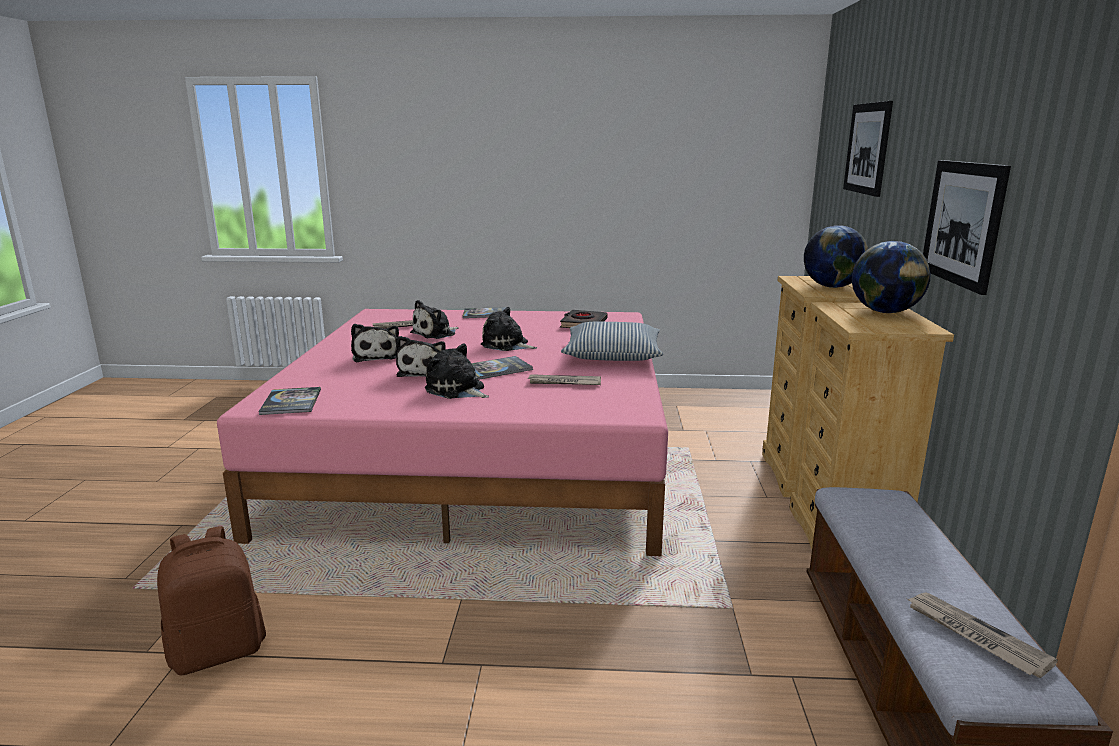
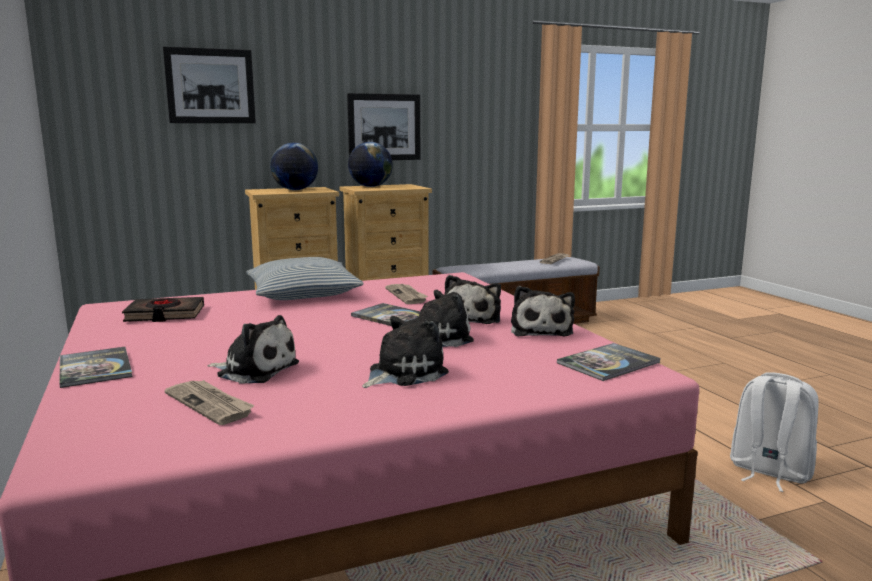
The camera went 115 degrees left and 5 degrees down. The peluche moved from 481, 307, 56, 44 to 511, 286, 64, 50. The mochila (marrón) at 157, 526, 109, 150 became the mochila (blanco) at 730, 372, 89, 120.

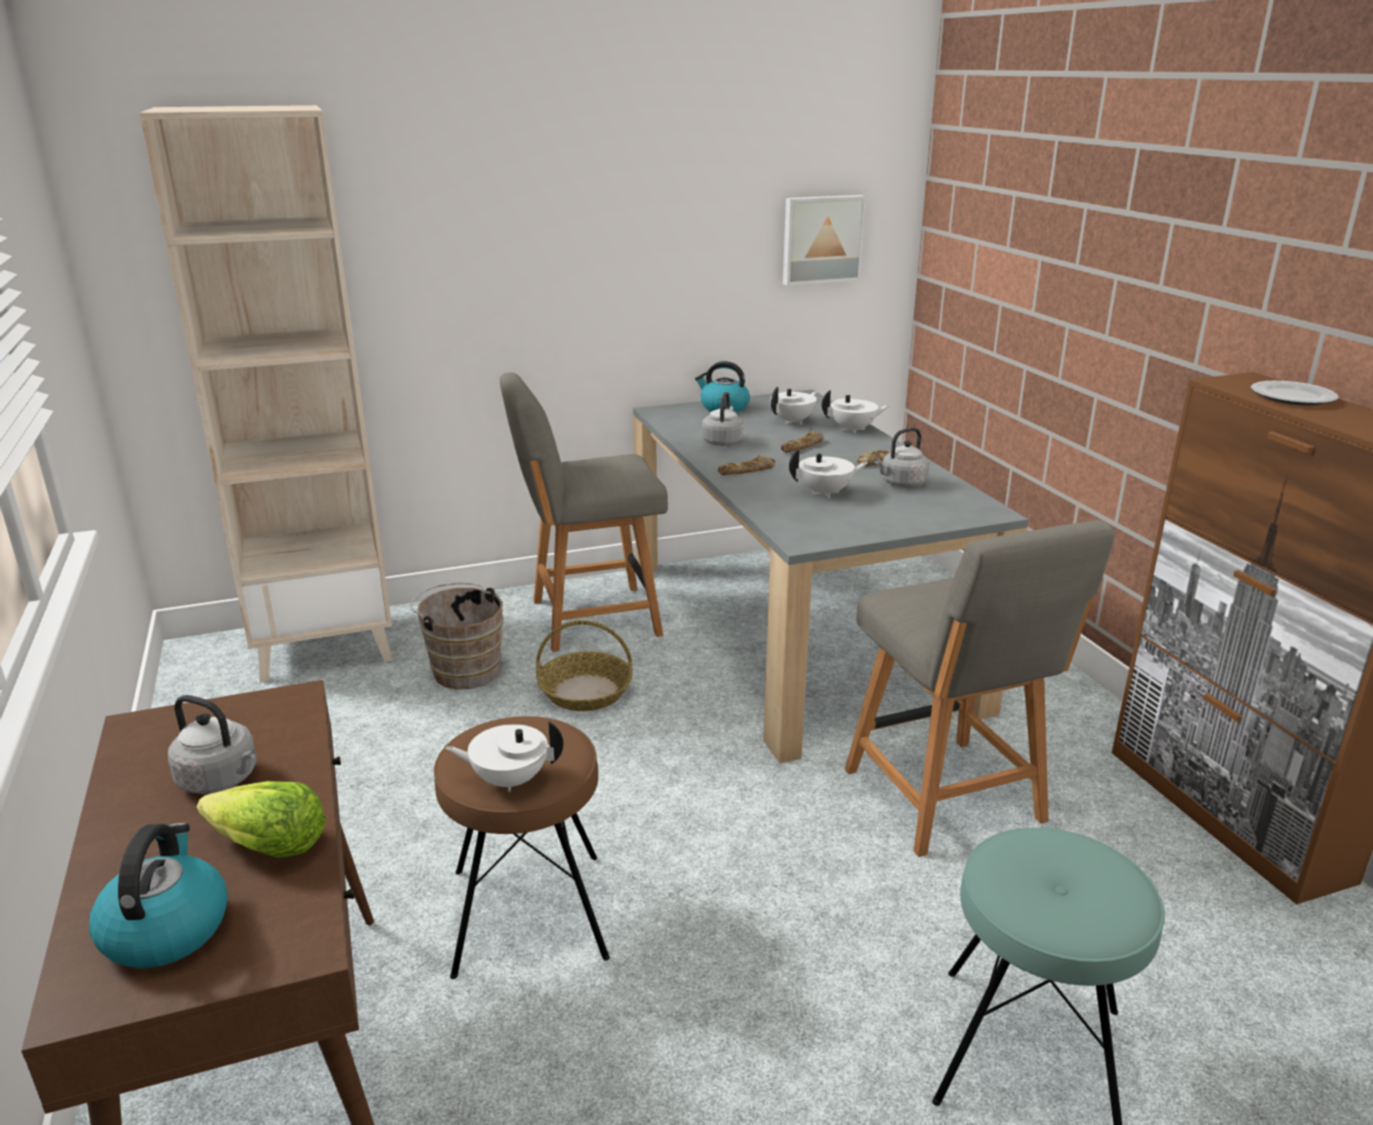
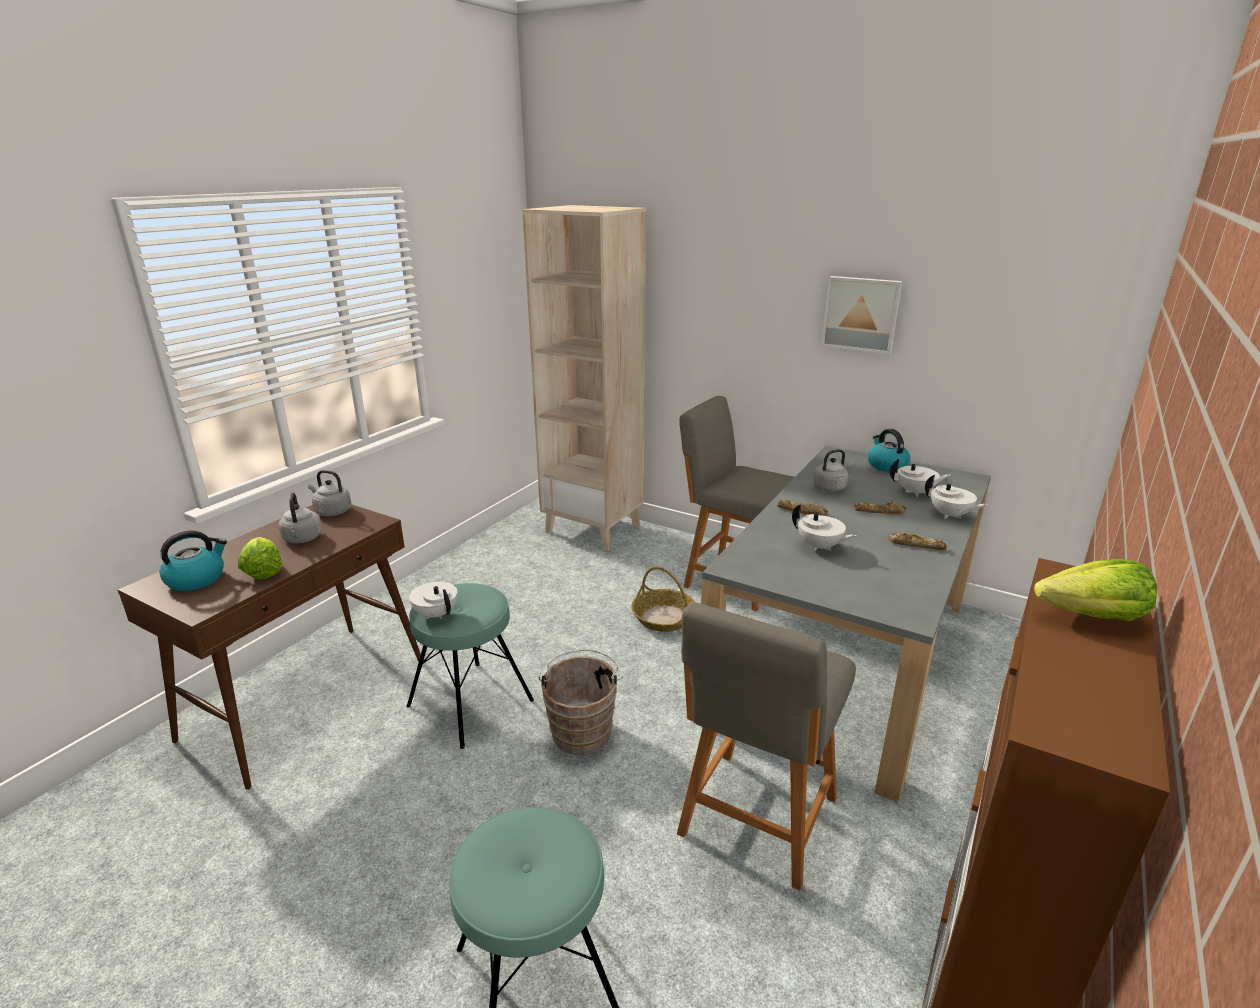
The camera went 50 degrees right and 0 degrees up. The cubo (marrón) moved from 410, 583, 94, 107 to 539, 649, 84, 106. The cuadro moved from 783, 195, 84, 91 to 821, 276, 82, 78. The hervidor (gris) moved from 874, 427, 55, 60 to 308, 470, 43, 46. The plato at 1251, 381, 88, 25 was replaced by the lechuga at 1034, 559, 123, 62. The taburete (marrón) at 434, 716, 176, 263 became the taburete (turquesa) at 406, 583, 128, 166.

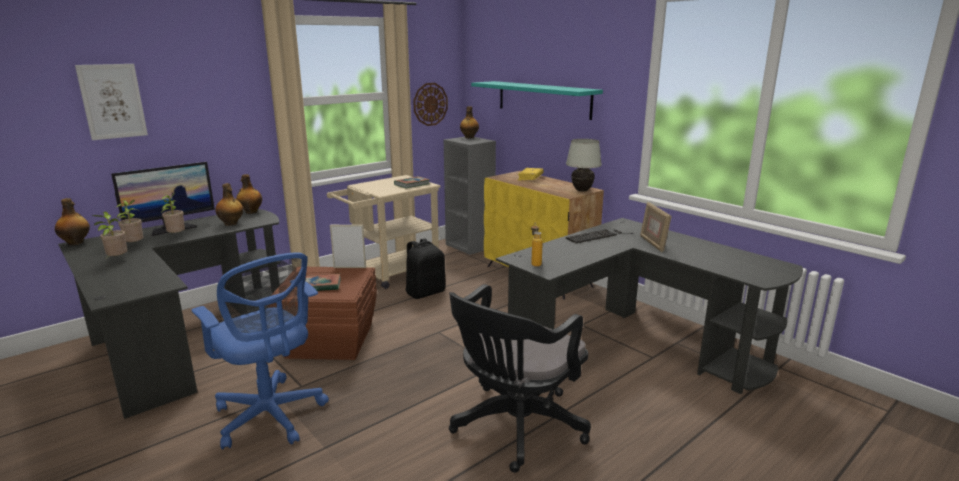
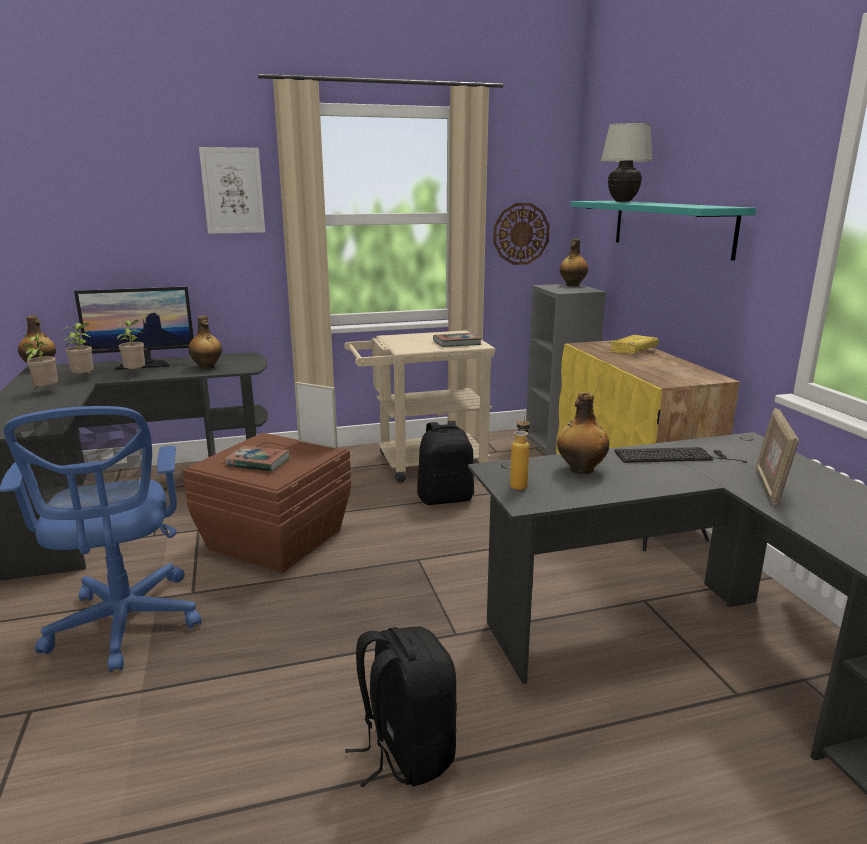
The camera went 25 degrees right and 0 degrees up. The cuadro moved from 75, 64, 73, 76 to 199, 147, 66, 87. The botella moved from 236, 174, 26, 40 to 557, 392, 52, 82. The lámpara de mesa (blanco) moved from 566, 139, 36, 53 to 601, 123, 52, 79. The silla de oficina (negro) at 449, 284, 142, 189 was replaced by the mochila (negro) at 345, 627, 112, 160.

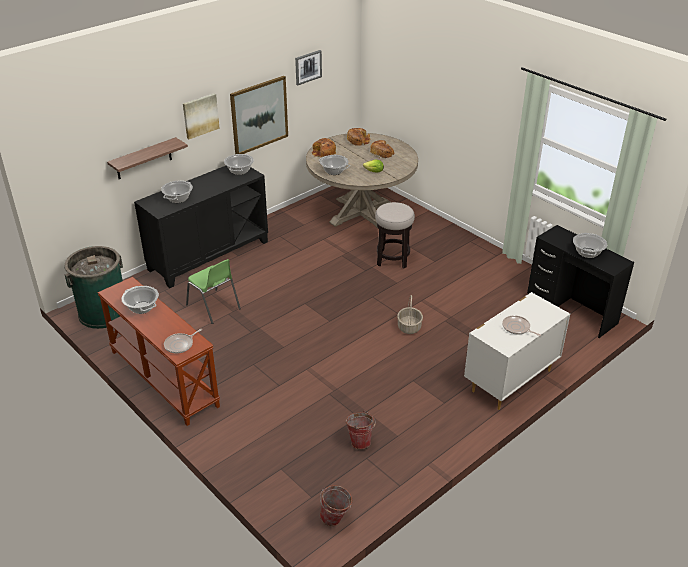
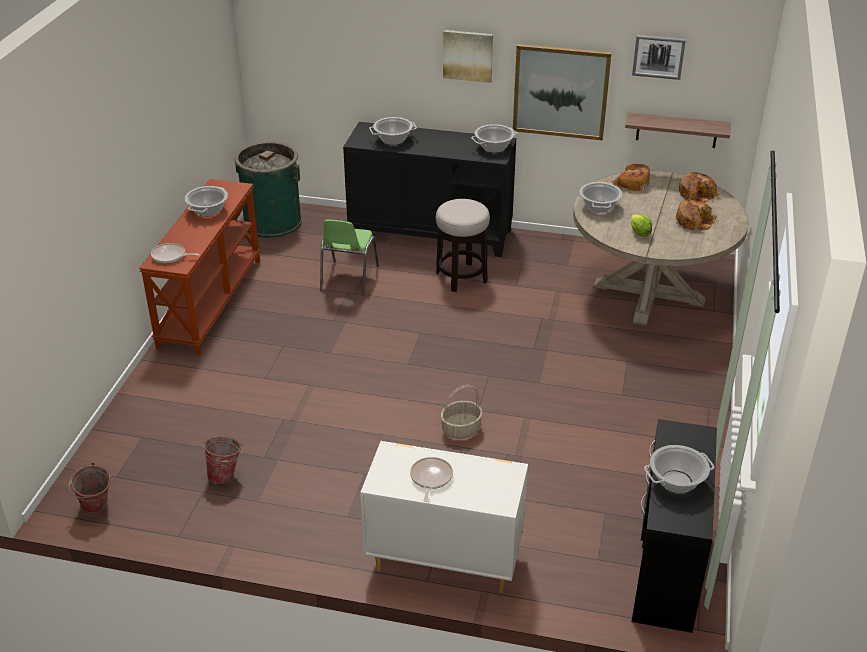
The camera went 55 degrees right and 0 degrees up. The estante moved from 107, 137, 81, 42 to 625, 112, 106, 36. The taburete moved from 375, 202, 40, 67 to 436, 199, 54, 93.

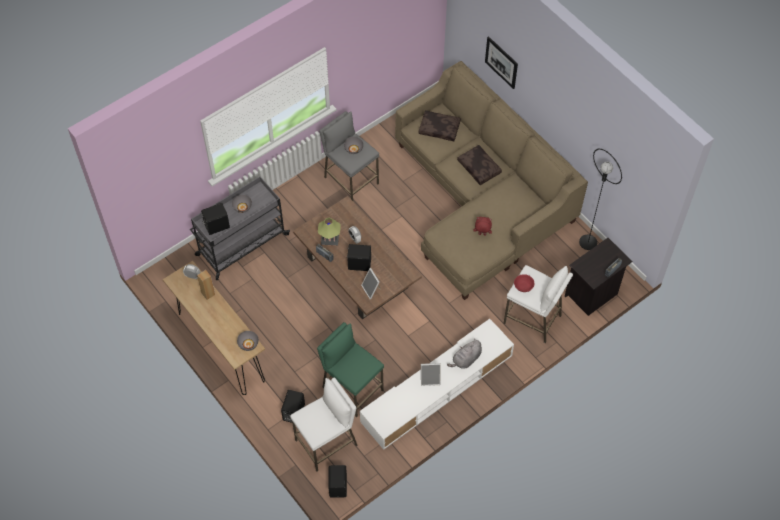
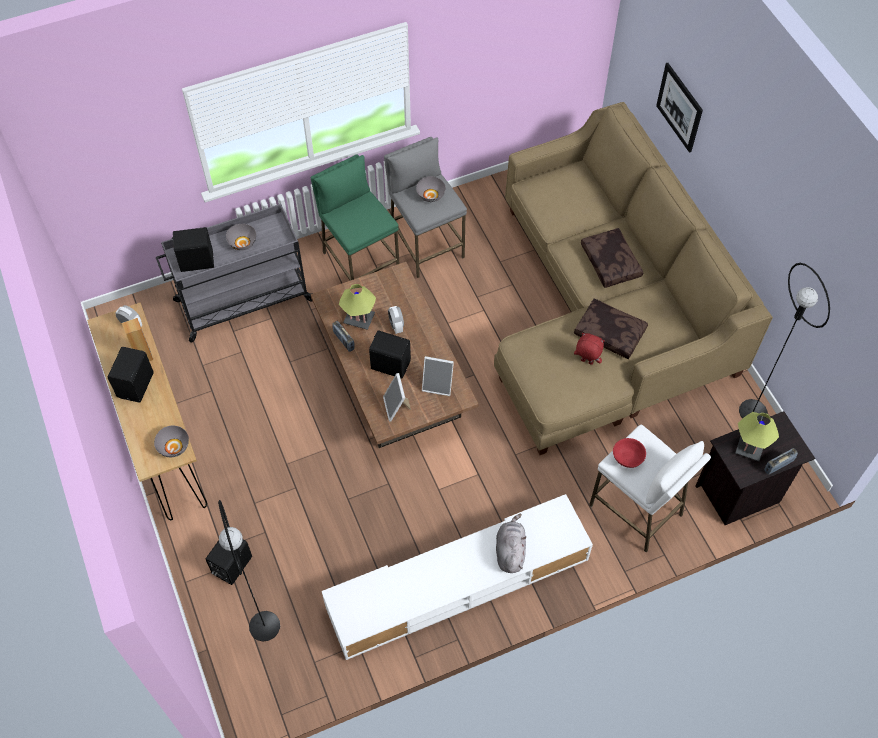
The camera went 15 degrees right and 0 degrees up. The lámpara de mesa at 736, 412, 43, 49 appeared. The taburete (verde) moved from 317, 322, 67, 95 to 311, 155, 88, 126. The altavoz (negro) moved from 329, 465, 18, 33 to 108, 347, 46, 55. The cojín (marrón) moved from 418, 110, 43, 31 to 574, 299, 74, 60. The portarretratos moved from 421, 363, 20, 23 to 422, 356, 32, 40. The taburete (blanco) at 290, 377, 67, 95 was replaced by the lámpara de pie (negro) at 218, 500, 62, 142. The peluche (gris) at 447, 339, 35, 30 turned 120 degrees clockwise.

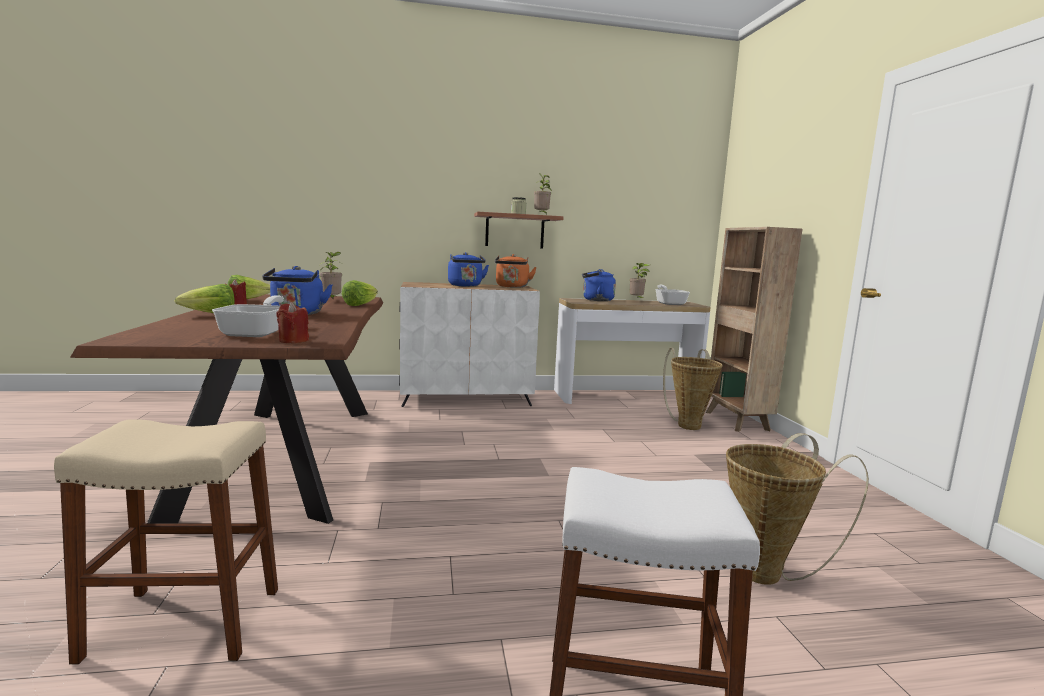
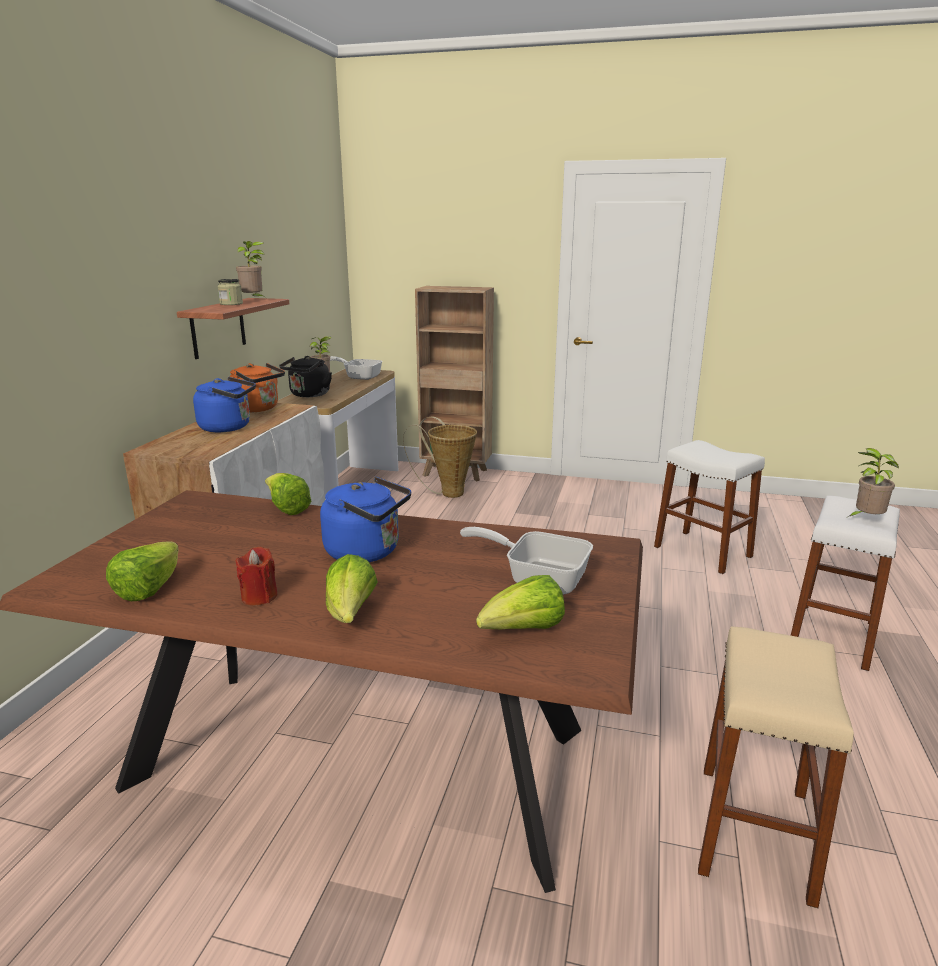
The camera went 65 degrees left and 10 degrees up. The vela (rojo) at 276, 302, 33, 41 disappeared. The lechuga at 476, 575, 89, 54 appeared. The planta en maceta moved from 319, 252, 23, 47 to 848, 448, 51, 69. The cesta at 726, 433, 143, 152 was replaced by the taburete (blanco) at 654, 440, 111, 134. The hervidor (azul) at 582, 269, 34, 32 became the hervidor (negro) at 279, 356, 53, 41.

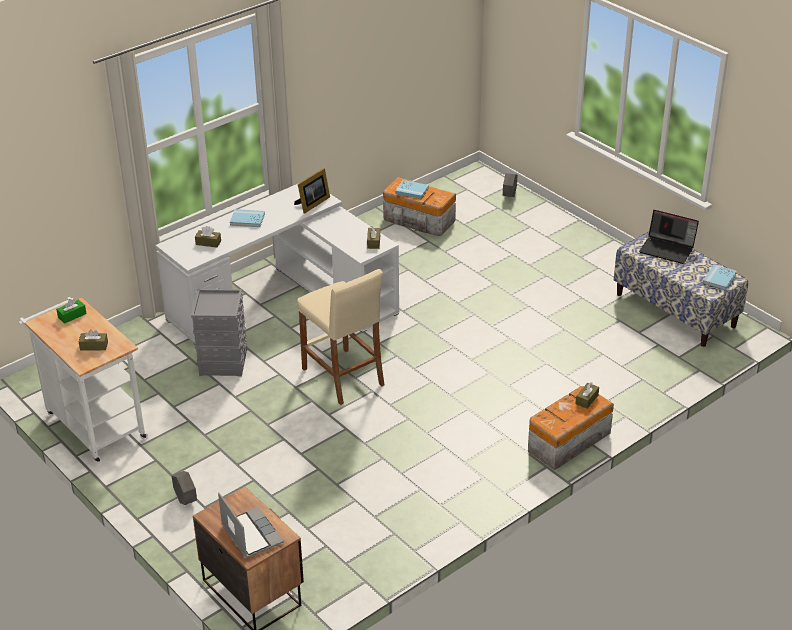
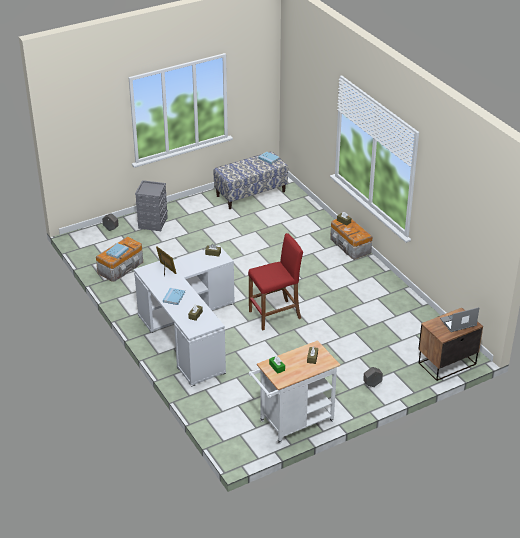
The camera went 80 degrees left and 0 degrees up. The portátil at 639, 210, 60, 54 disappeared. The caja de almacenaje (gris) moved from 191, 289, 56, 88 to 135, 180, 33, 51. The taburete (beis) at 297, 269, 88, 136 became the taburete (rojo) at 248, 233, 55, 98.

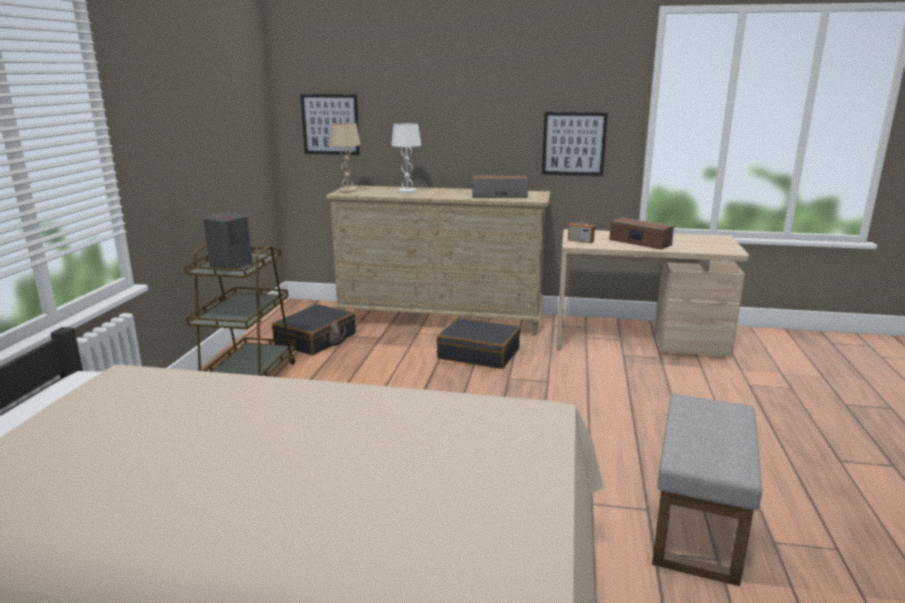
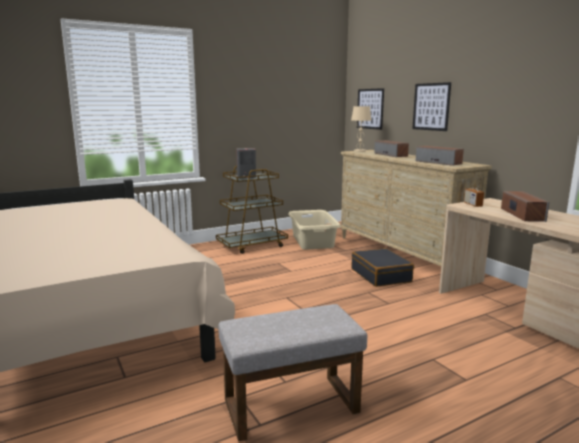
The camera went 50 degrees right and 5 degrees down. The cuadro moved from 542, 112, 66, 64 to 412, 82, 39, 49. The maleta (negro) at 272, 304, 84, 51 was replaced by the cesto de la ropa (beis) at 288, 210, 53, 40. The lámpara de mesa (blanco) at 391, 123, 30, 70 was replaced by the altavoz at 374, 140, 35, 17.

